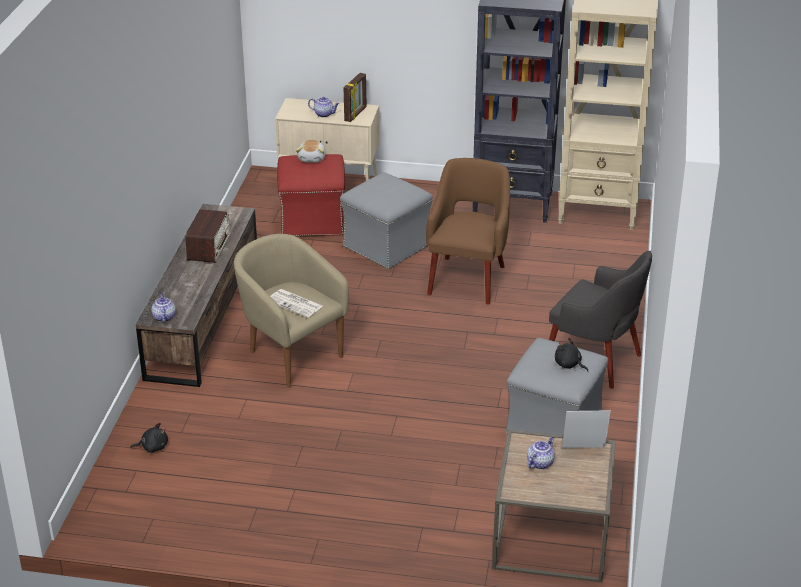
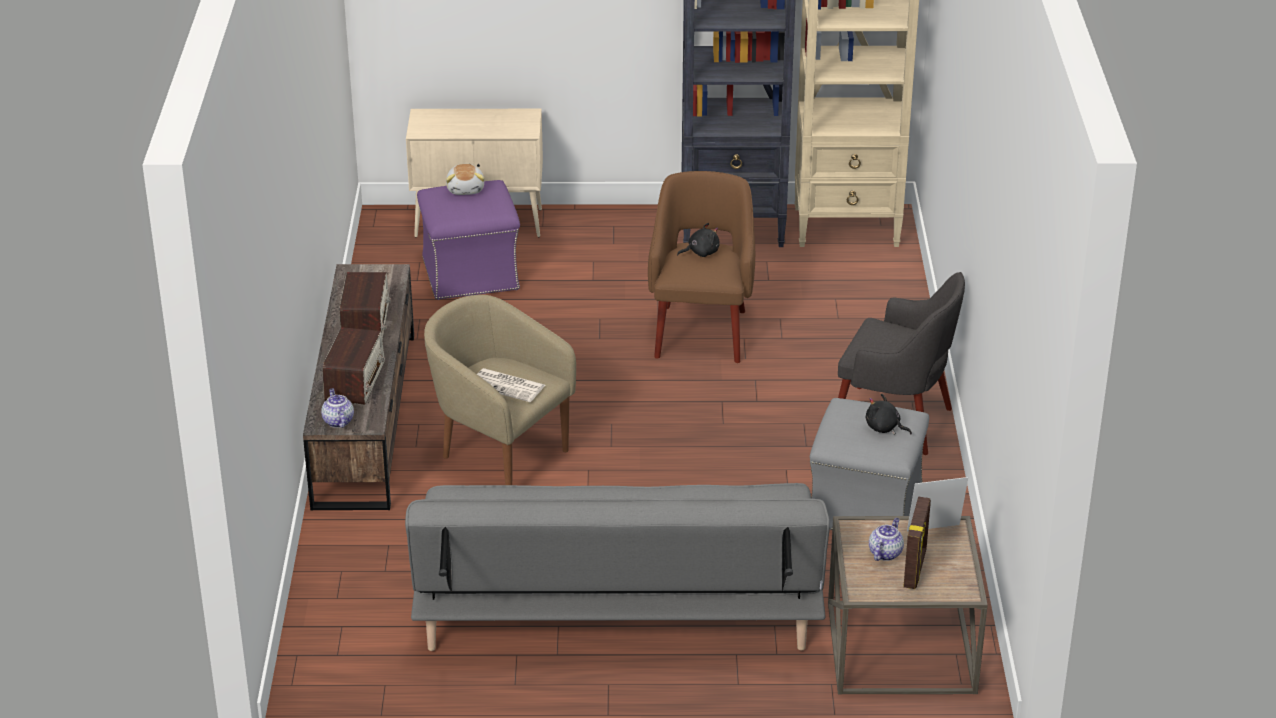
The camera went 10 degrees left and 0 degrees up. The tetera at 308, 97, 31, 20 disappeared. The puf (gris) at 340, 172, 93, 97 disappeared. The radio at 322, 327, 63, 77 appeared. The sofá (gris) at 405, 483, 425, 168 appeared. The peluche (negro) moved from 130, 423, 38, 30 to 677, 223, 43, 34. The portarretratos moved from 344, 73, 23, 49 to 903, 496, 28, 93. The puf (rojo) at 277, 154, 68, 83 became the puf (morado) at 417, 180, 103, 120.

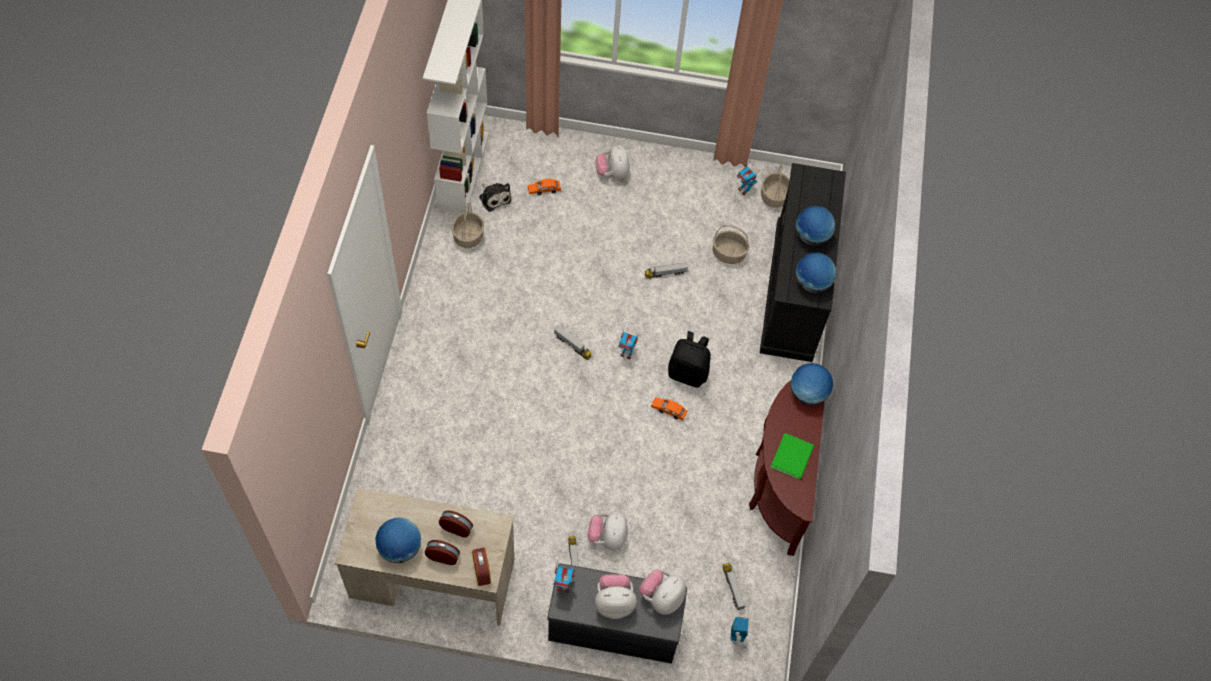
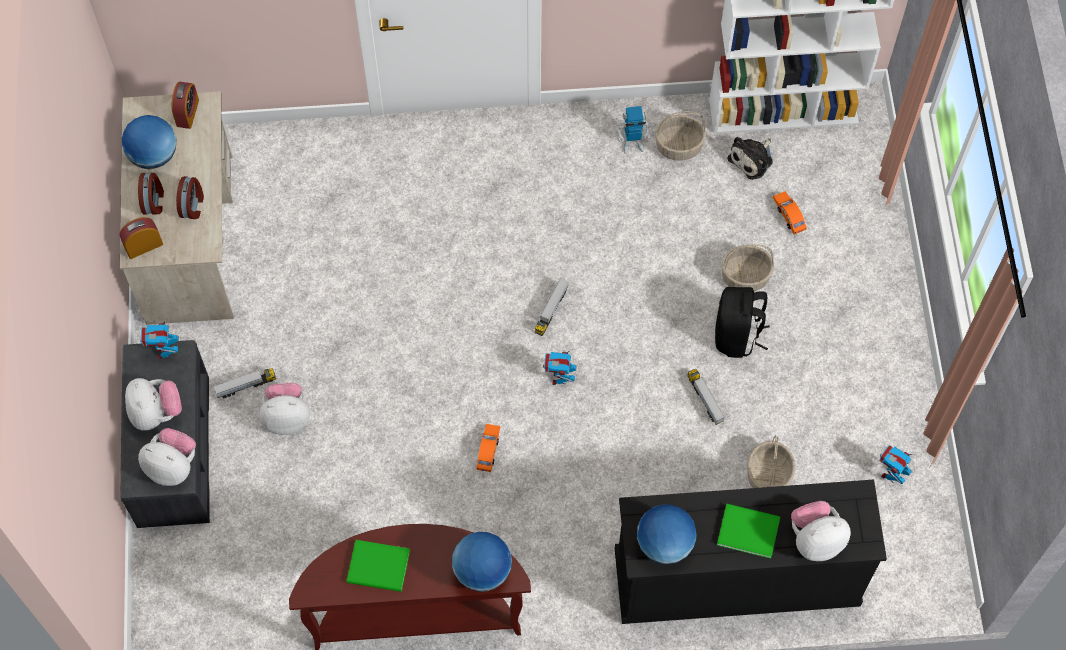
The camera went 80 degrees right and 5 degrees up. The camión de juguete at 723, 563, 22, 47 disappeared. The despertador at 172, 82, 27, 47 appeared. The peluche moved from 596, 145, 34, 34 to 791, 501, 60, 60. The mochila (negro) moved from 668, 331, 43, 57 to 715, 287, 55, 71. The robot de juguete moved from 730, 616, 19, 32 to 617, 106, 33, 48. The cesta moved from 761, 163, 29, 45 to 722, 244, 52, 47. The globo terráqueo at 796, 206, 39, 39 was replaced by the libro (verde) at 717, 503, 63, 56.

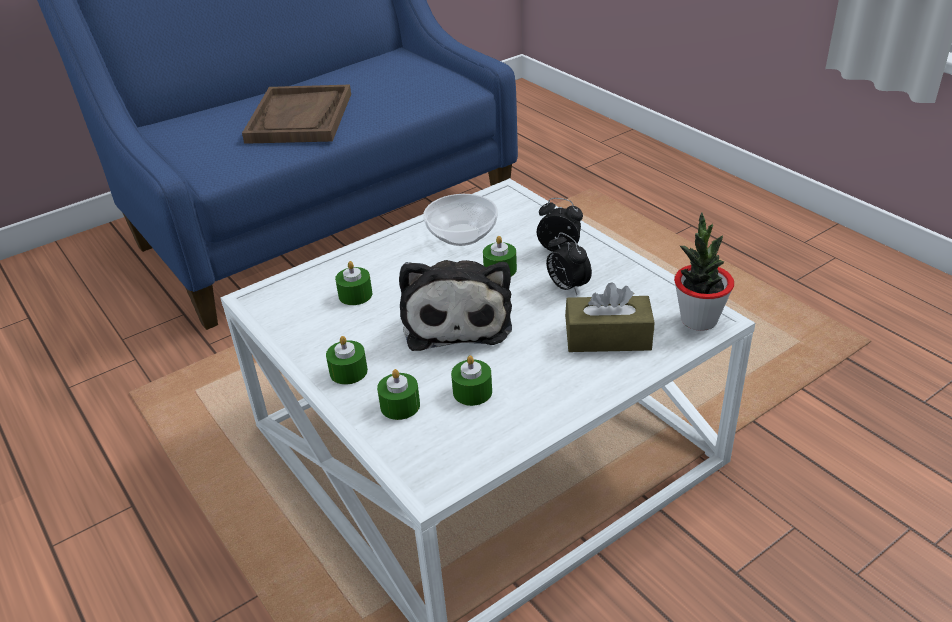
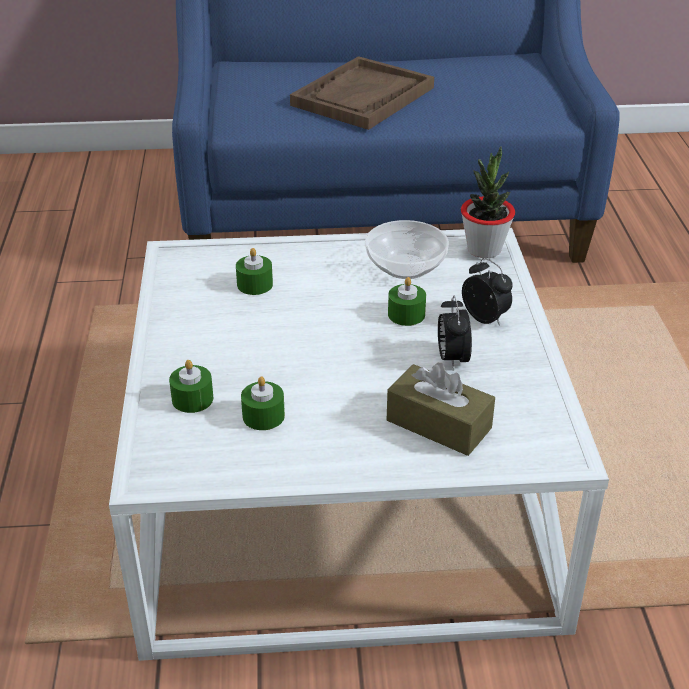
The camera went 30 degrees right and 0 degrees up. The vela (verde) at 326, 336, 42, 49 disappeared. The peluche at 399, 260, 113, 91 disappeared. The planta en maceta moved from 674, 212, 60, 119 to 461, 146, 54, 112.

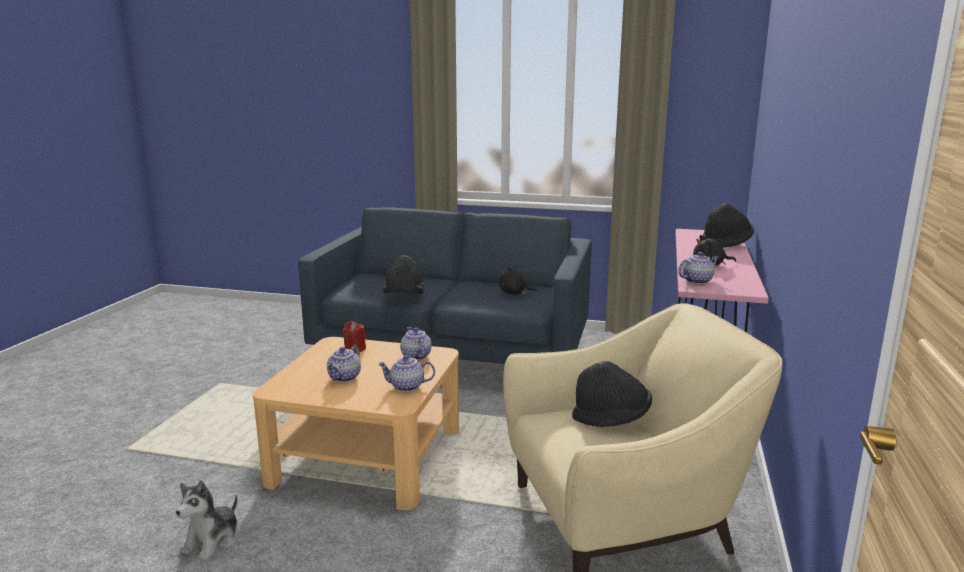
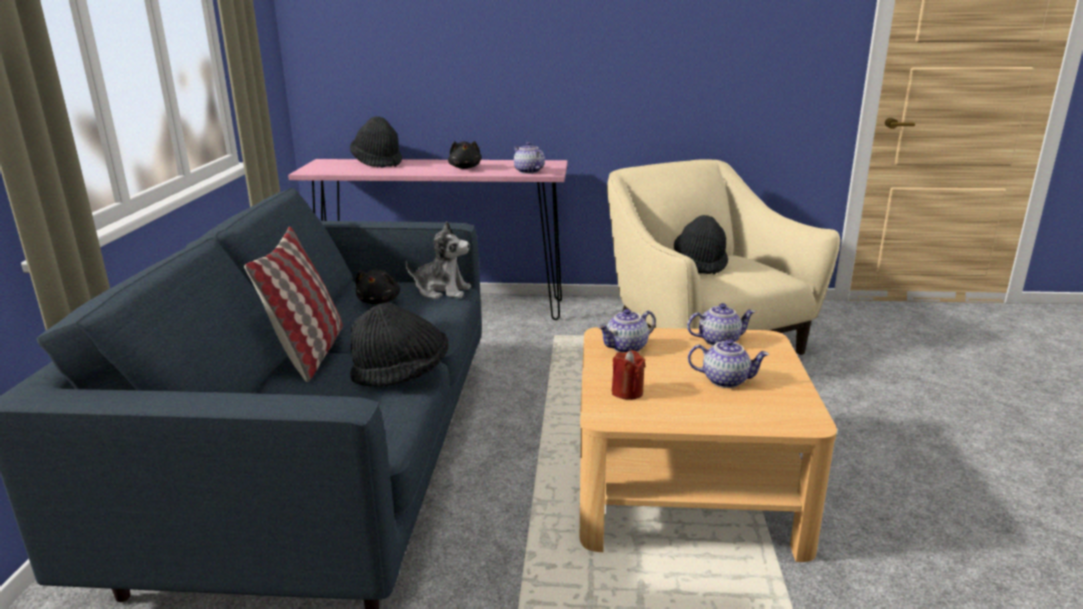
The camera went 100 degrees left and 5 degrees up. The cojín at 244, 227, 99, 155 appeared. The peluche moved from 176, 480, 62, 81 to 405, 221, 66, 78. The tetera at 378, 355, 57, 37 turned 90 degrees counterclockwise.

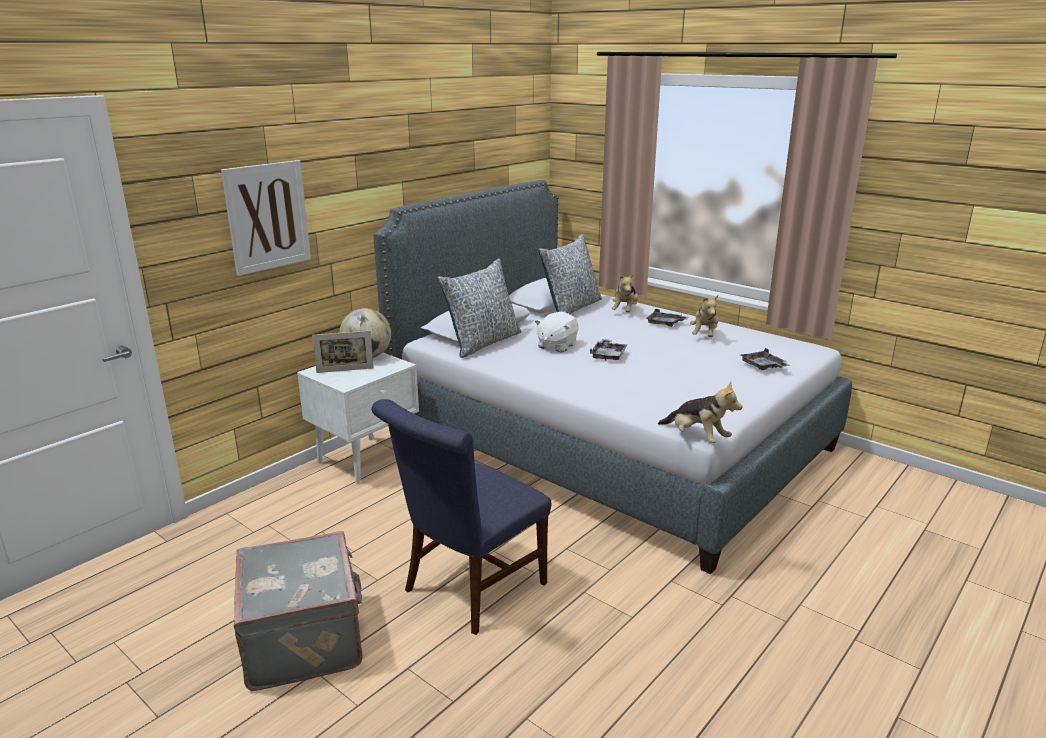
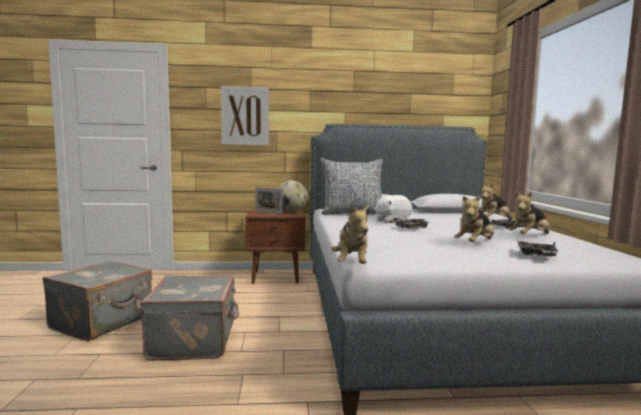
The camera went 45 degrees right and 15 degrees down. The cojín at 538, 234, 64, 80 disappeared. The peluche at 454, 196, 40, 46 appeared. The silla (azul) at 371, 399, 180, 236 was replaced by the maleta (gris) at 140, 275, 99, 85. The mesita de noche (blanco) at 297, 353, 122, 132 became the mesita de noche (marrón) at 245, 210, 60, 74.

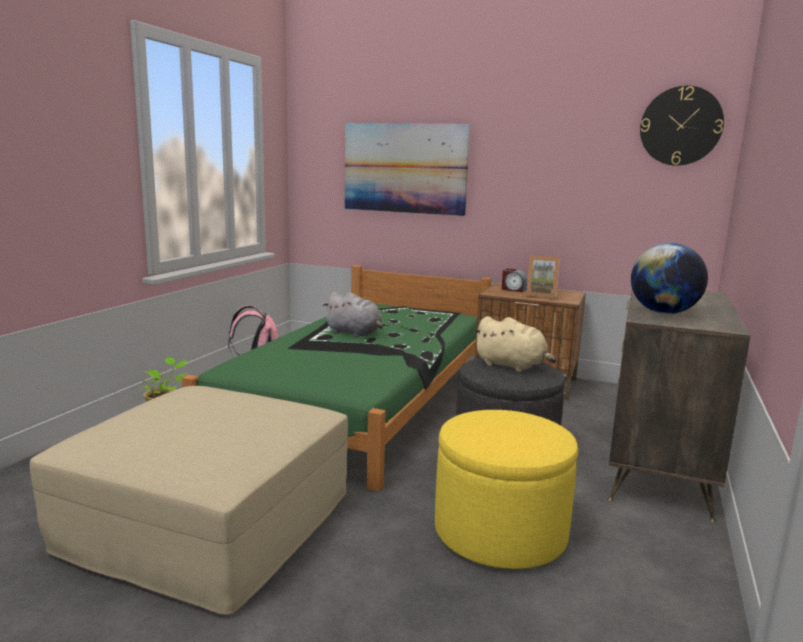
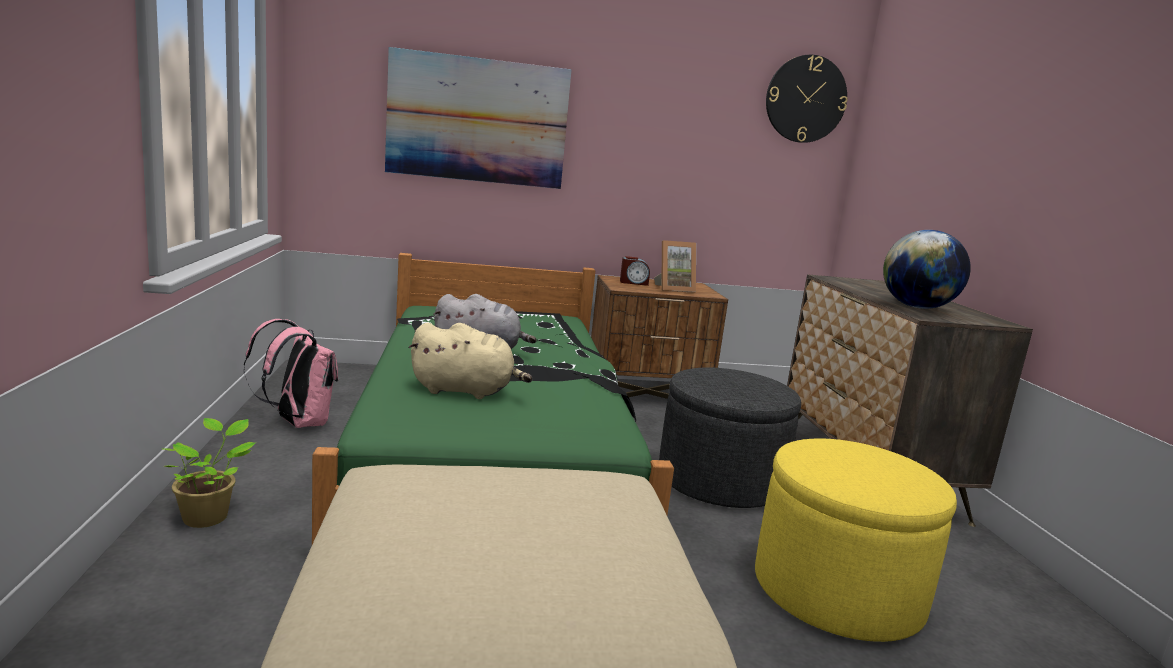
The camera went 30 degrees left and 0 degrees up. The peluche (beis) moved from 473, 316, 83, 56 to 408, 323, 124, 76.

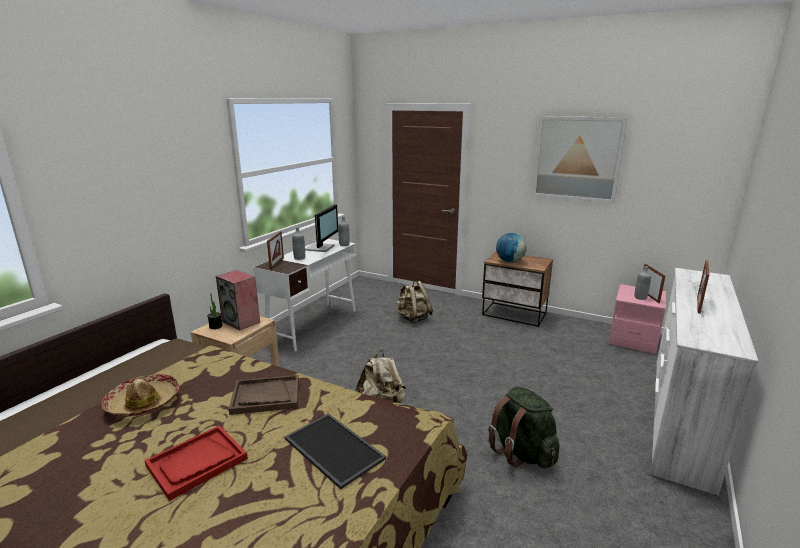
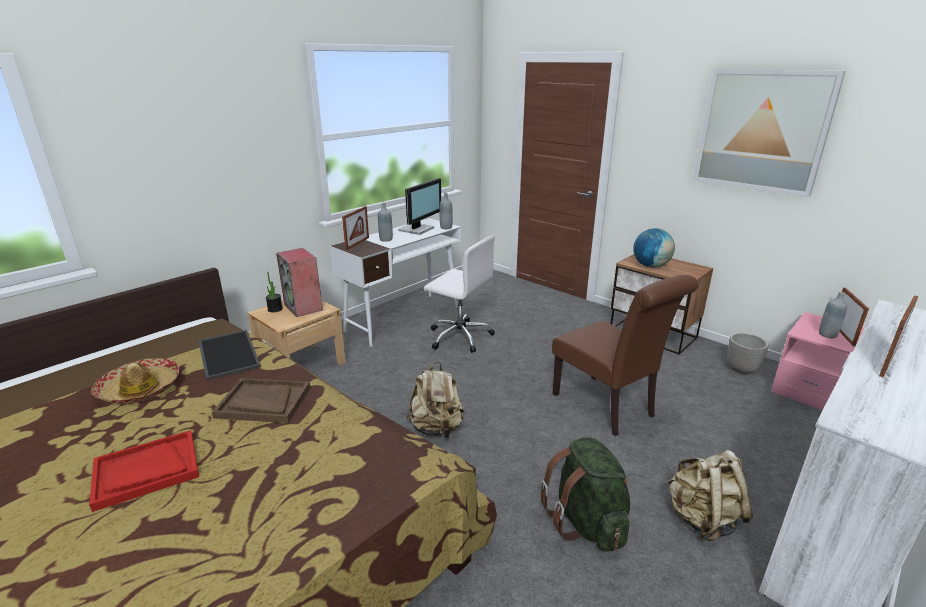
The camera went 15 degrees right and 5 degrees up. The silla de oficina (blanco) at 424, 236, 71, 117 appeared. The silla (marrón) at 552, 275, 146, 161 appeared. The maceta at 727, 333, 41, 41 appeared. The bandeja moved from 285, 413, 101, 76 to 198, 330, 63, 50. The mochila (beis) moved from 396, 281, 37, 42 to 667, 450, 86, 91.

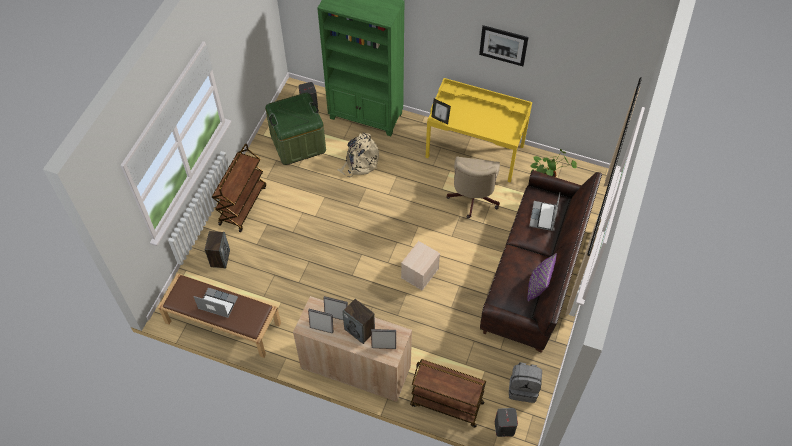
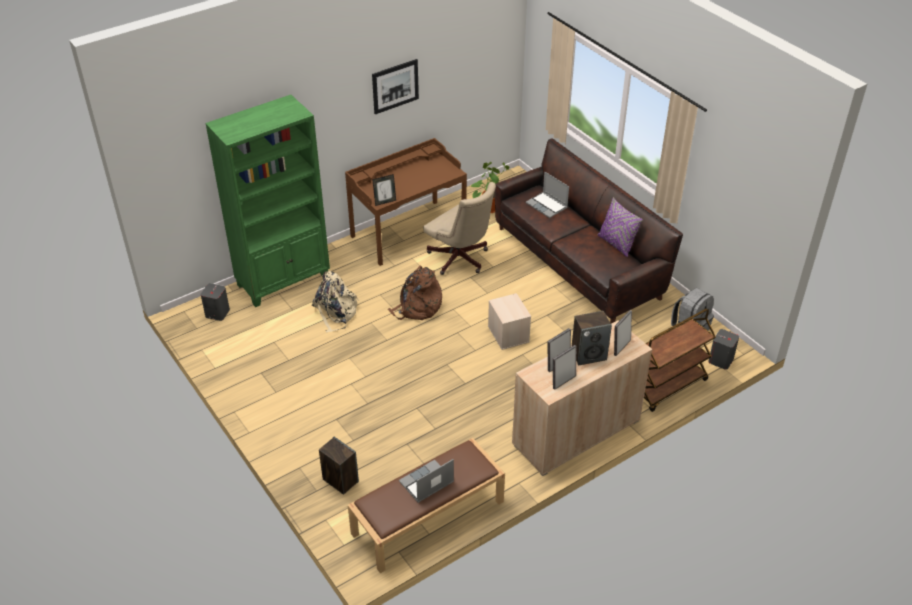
The camera went 55 degrees left and 15 degrees down. The carrito (marrón) at 212, 143, 54, 89 disappeared. The caja de almacenaje (verde) at 265, 93, 61, 72 disappeared. The mochila (marrón) at 388, 265, 54, 55 appeared. The escritorio (amarillo) at 426, 78, 106, 104 became the escritorio (marrón) at 345, 138, 122, 128.

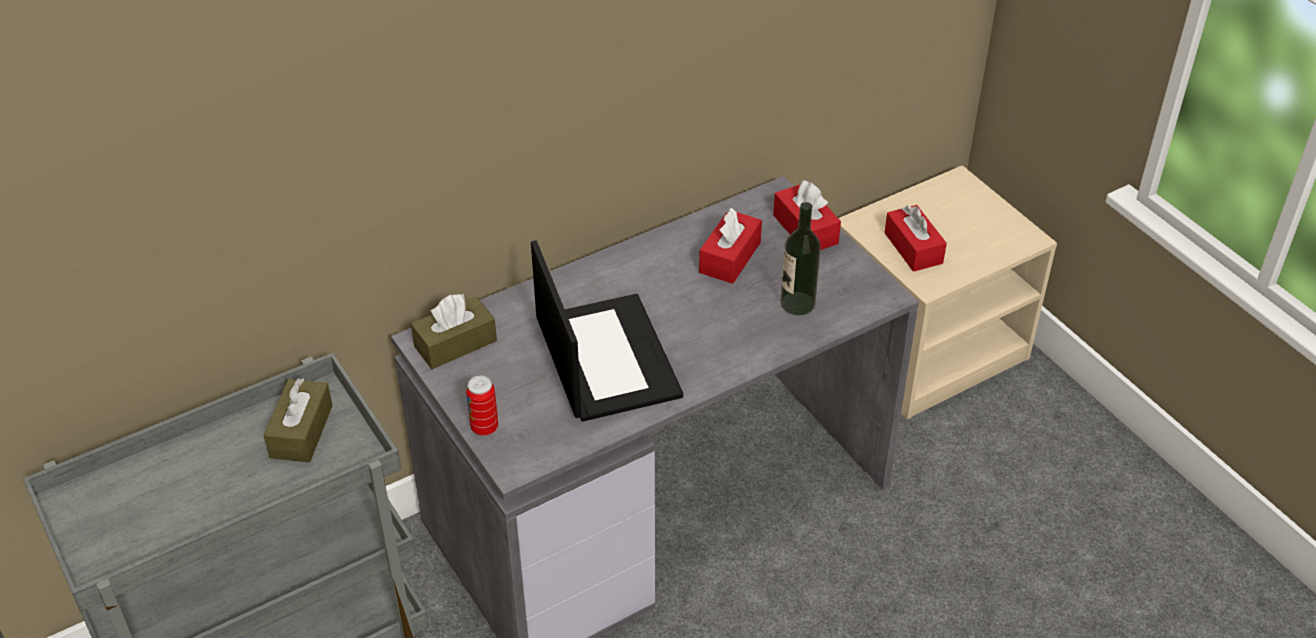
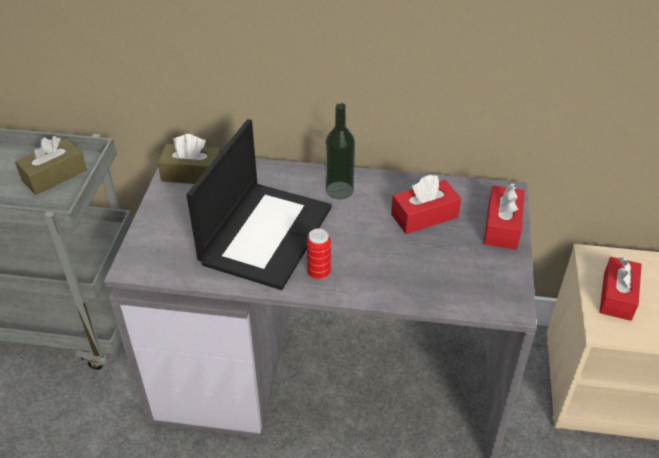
The camera went 40 degrees right and 0 degrees up. The lata moved from 466, 376, 32, 60 to 307, 229, 24, 50. The botella moved from 780, 202, 41, 113 to 325, 103, 30, 97.

